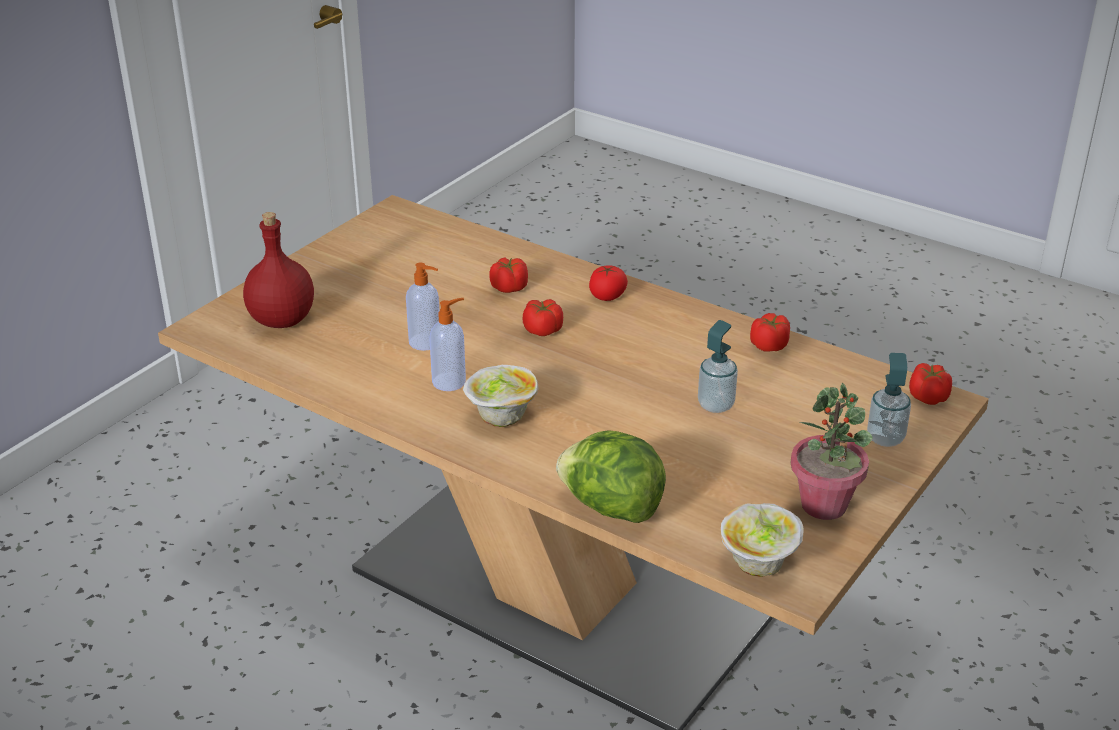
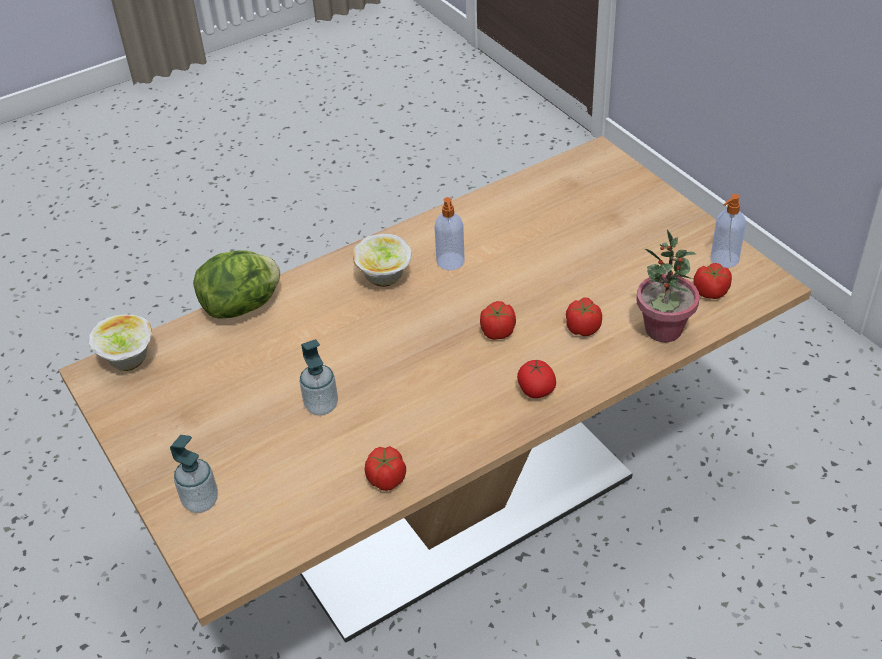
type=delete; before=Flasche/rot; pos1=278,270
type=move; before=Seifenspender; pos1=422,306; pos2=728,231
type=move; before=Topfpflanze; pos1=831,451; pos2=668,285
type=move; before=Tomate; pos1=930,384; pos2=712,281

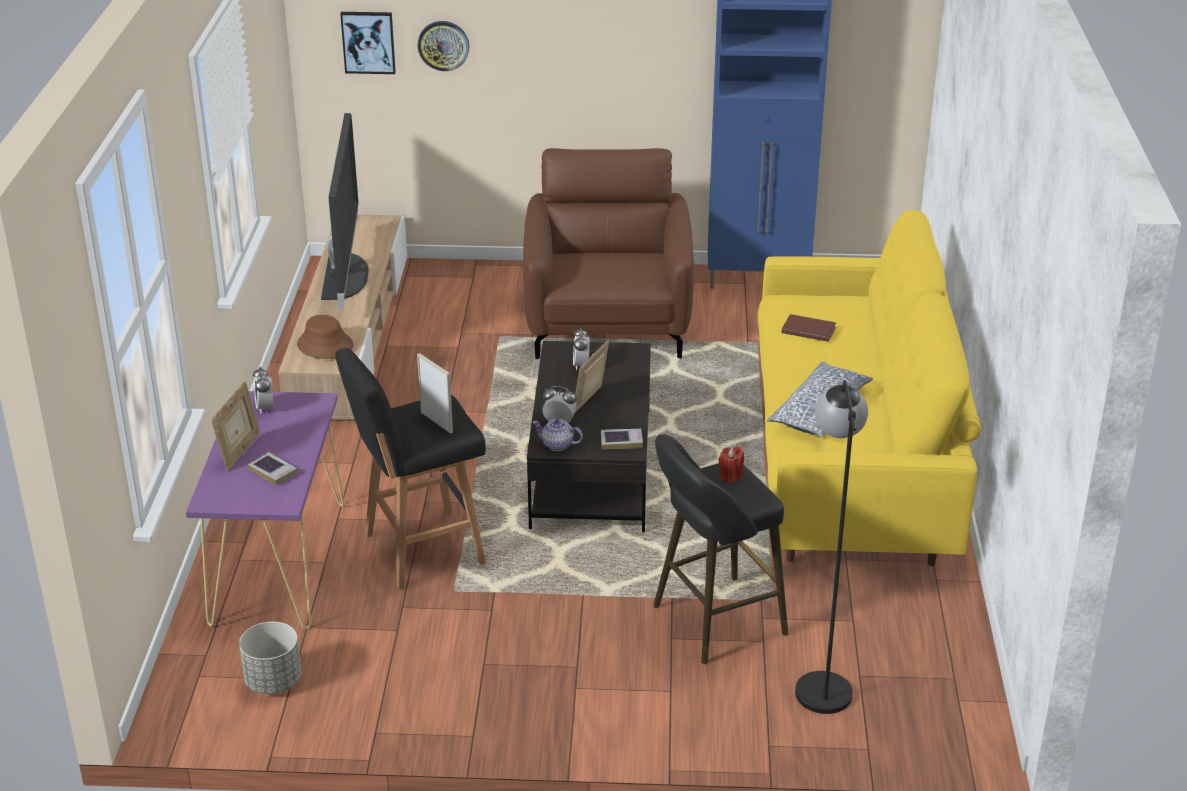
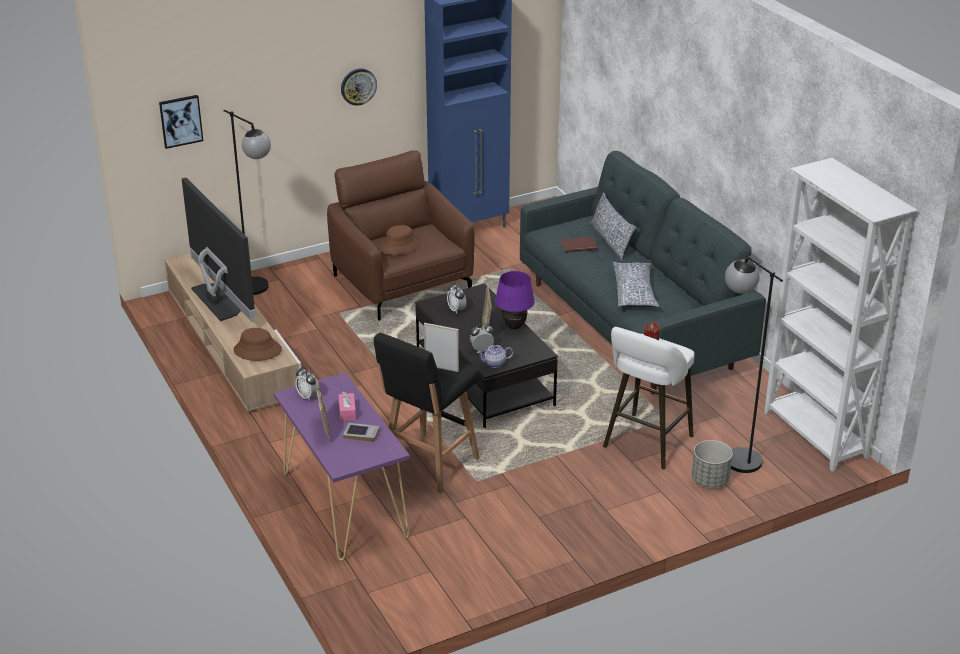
type=move; before=Pflanzkübel/grau; pos1=270,658; pos2=712,464
type=move; before=Wanduhr; pos1=443,46; pos2=359,87
type=delete; before=Buch; pos1=622,439
type=recolor; before=Hocker/schwarz; after=Hocker/weiß; pos1=721,549; pos2=649,398
type=recolor; before=Sofa/gelb; after=Sofa/grau; pos1=869,388; pos2=643,272
type=insert; after=Stehlampe/schwarz; pos2=247,202
type=insert; after=Taschentuchbox/rosa; pos2=347,406
type=insert; after=Hut/braun; pos2=399,240
type=insert; after=Tischlampe/lila; pos2=515,300
type=insert; after=Kissen; pos2=613,226
type=insert; after=Bücherregal/weiß; pos2=841,315

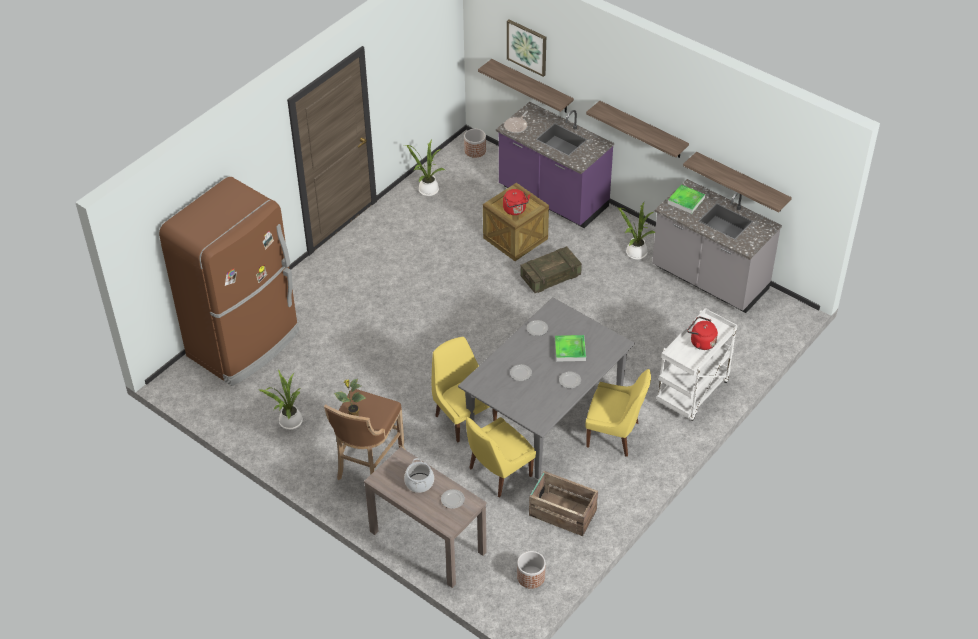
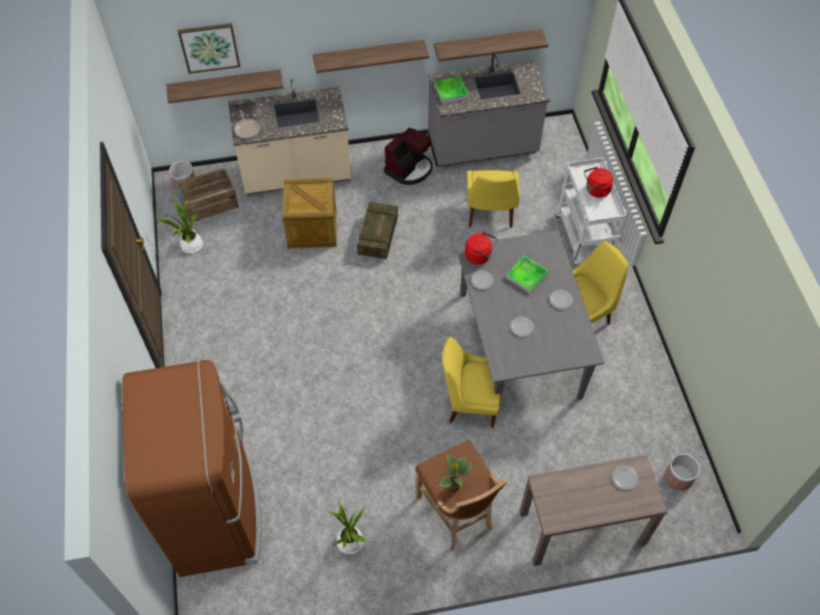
type=delete; before=Kochtopf; pos1=419,475
type=move; before=Stuhl/gelb; pos1=501,457; pos2=493,199
type=recolor; before=Küchenzeile/lila; after=Küchenzeile/beige; pos1=555,165; pos2=289,136
type=move; before=Wasserkessel/rot; pos1=516,202; pos2=481,247
type=move; before=Kiste; pos1=563,503; pos2=207,195
type=replace; before=Topfpflanze; after=Kaffeemaschine; pos1=636,231; pos2=408,156

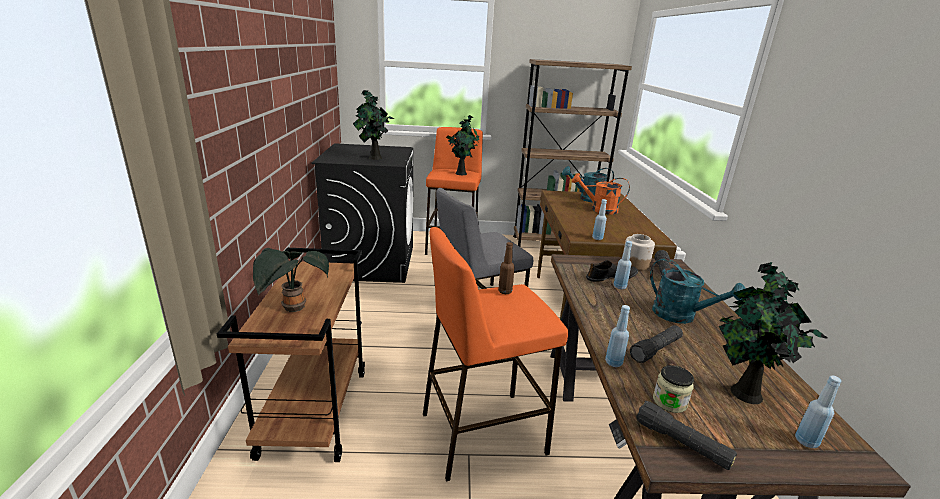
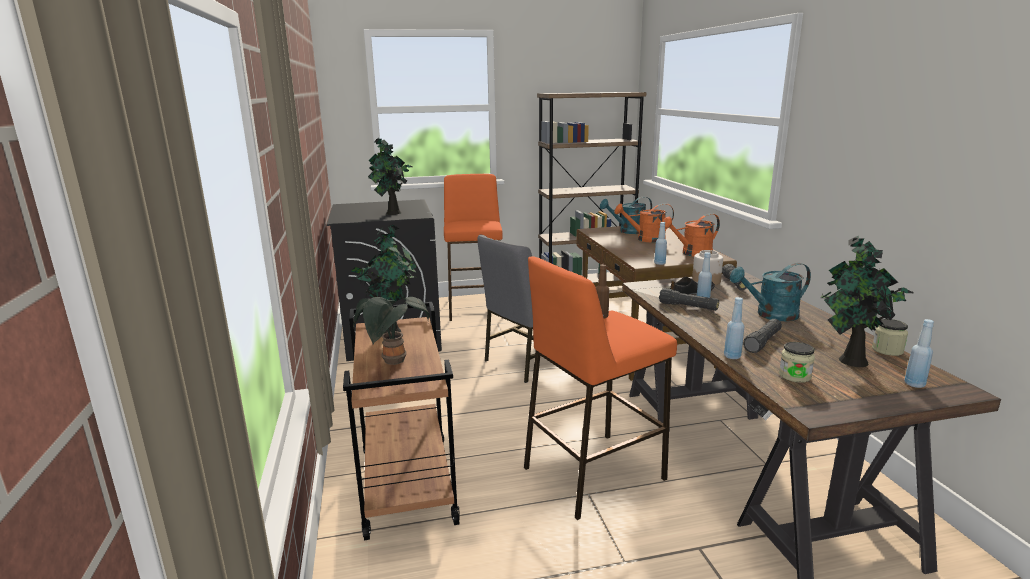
type=move; before=Topfpflanze; pos1=462,145; pos2=384,279
type=move; before=Taschenlampe/schwarz; pos1=686,435; pos2=689,299
type=rotate; before=Gießkanne/türkis; pos1=698,291; pos2=770,292; turn=135
type=insert; after=Gießkanne/orange; pos2=691,235
type=insert; after=Vorratsglas; pos2=890,337

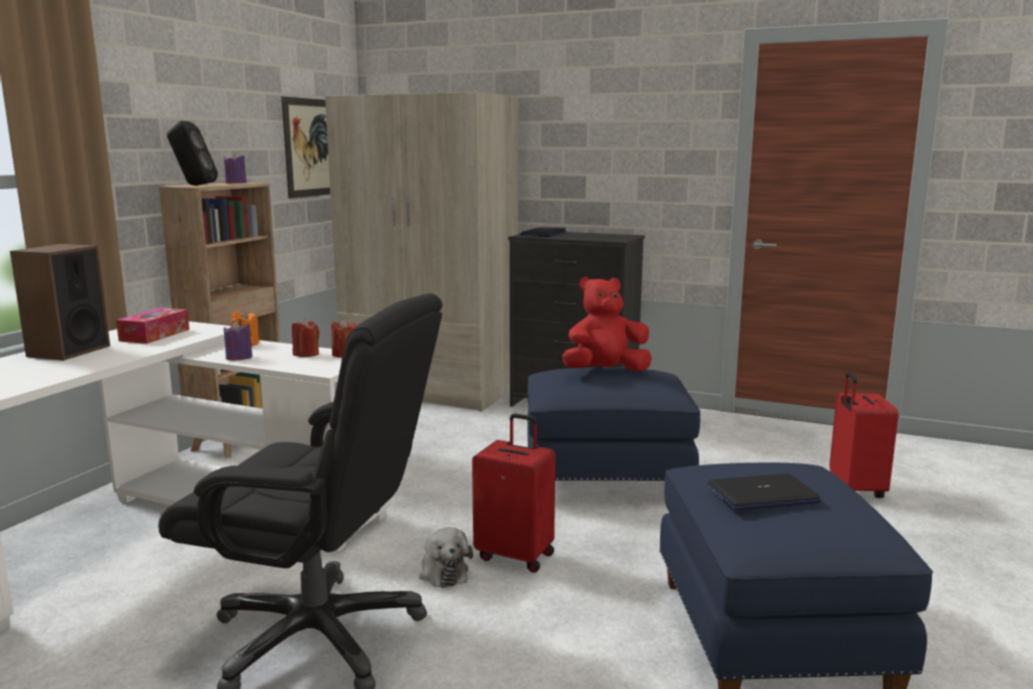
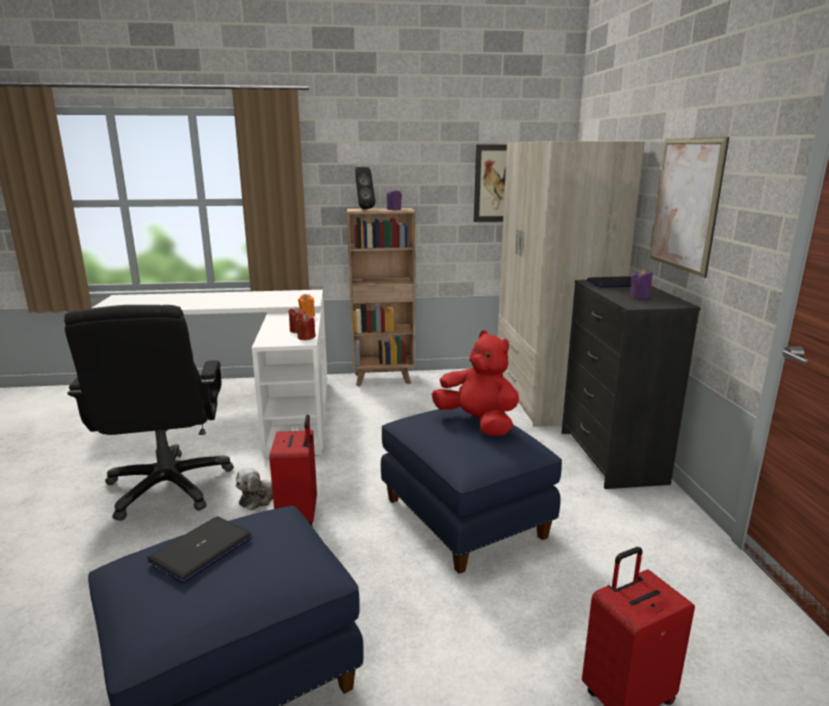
type=delete; before=Lautsprecher; pos1=60,302
type=delete; before=Taschentuchbox; pos1=152,326
type=move; before=Kerze/lila; pos1=238,340; pos2=641,284
type=rotate; before=Laptop; pos1=764,491; pos2=200,549; turn=-105
type=insert; after=Bild; pos2=689,207

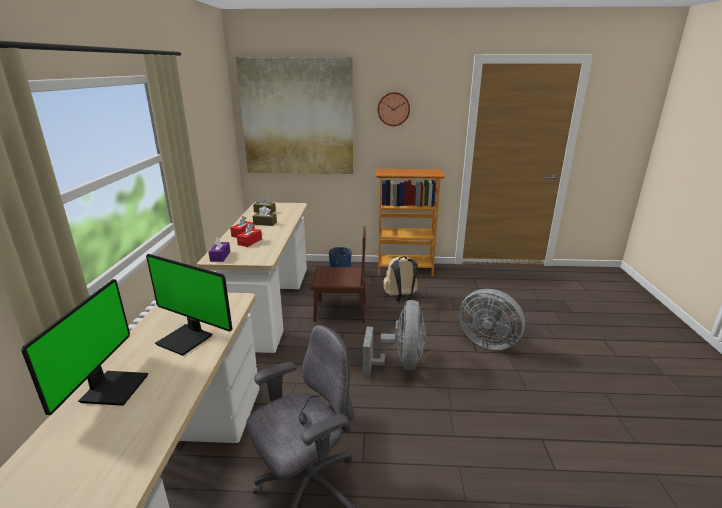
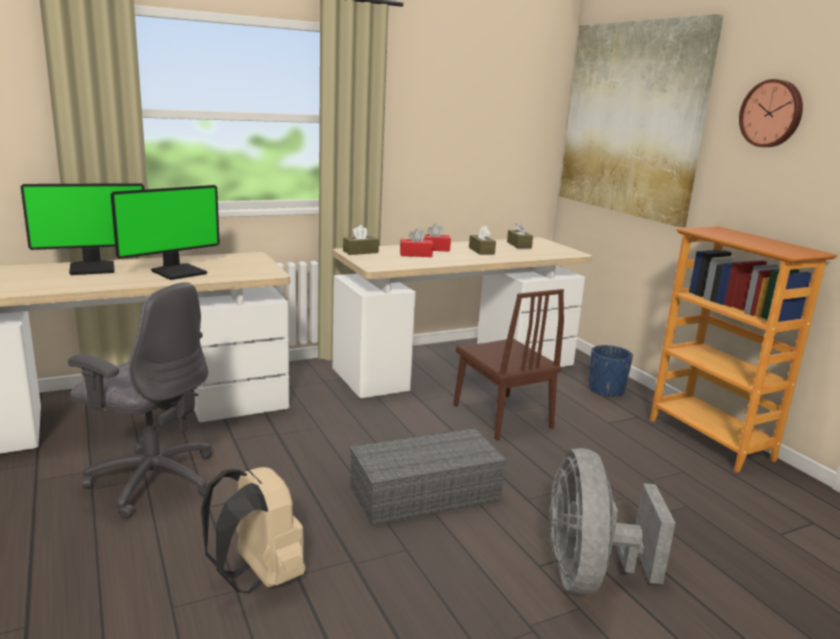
type=rotate; before=Monitor; pos1=189,305; pos2=165,232; turn=-135
type=recolor; before=Taschentuchbox/lila; after=Taschentuchbox/braun; pos1=219,249; pos2=361,240
type=replace; before=Ventilator/grau; after=Aufbewahrungsbox/grau; pos1=394,339; pos2=428,477
type=move; before=Rucksack/beige; pos1=400,279; pos2=253,530

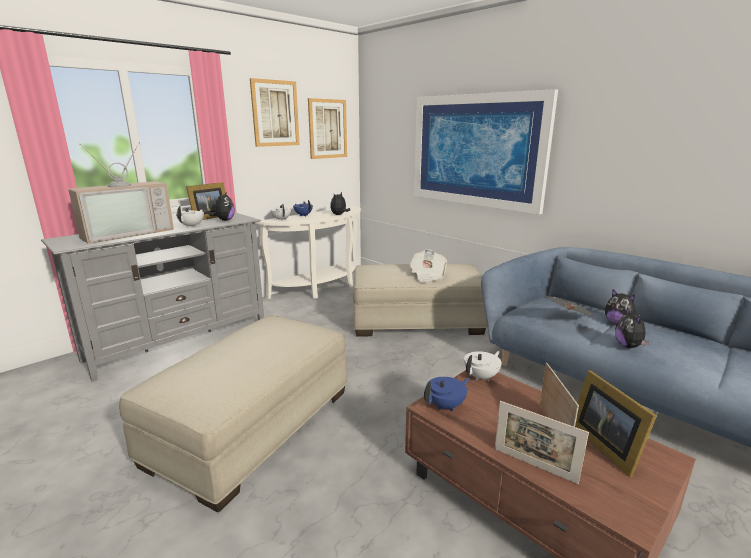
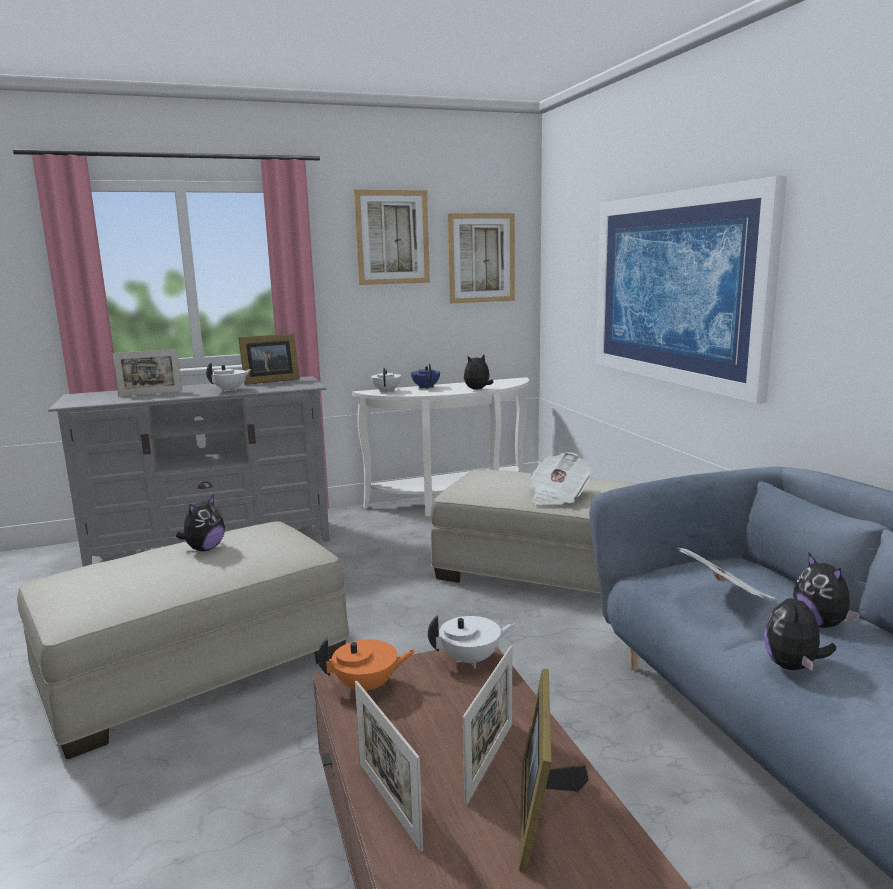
type=replace; before=Fernseher; after=Bilderrahmen; pos1=121,193; pos2=147,372
type=move; before=Plüschtier; pos1=221,206; pos2=200,522
type=recolor; before=Teekanne/blau; after=Teekanne/orange; pos1=447,394; pos2=367,665

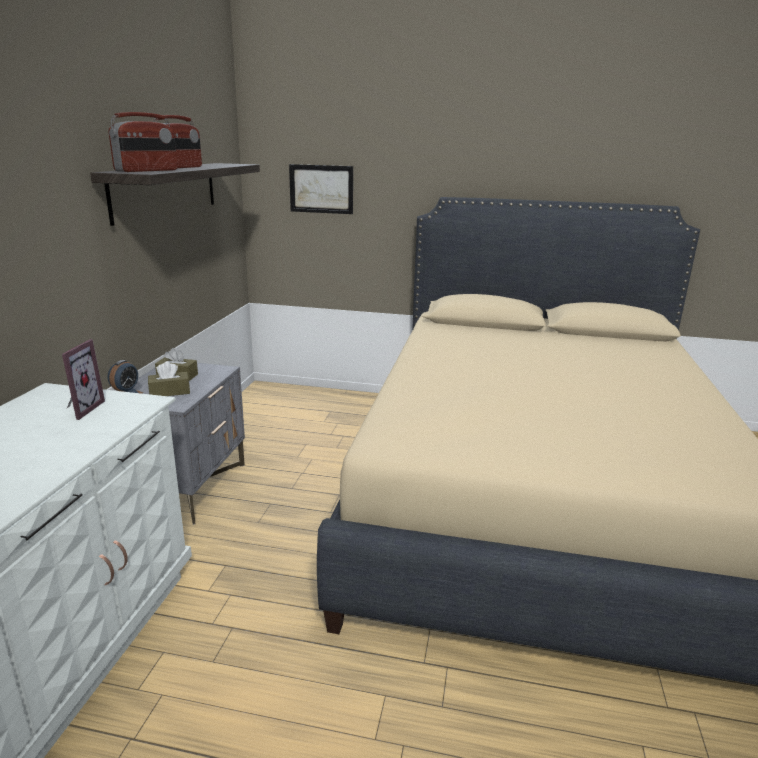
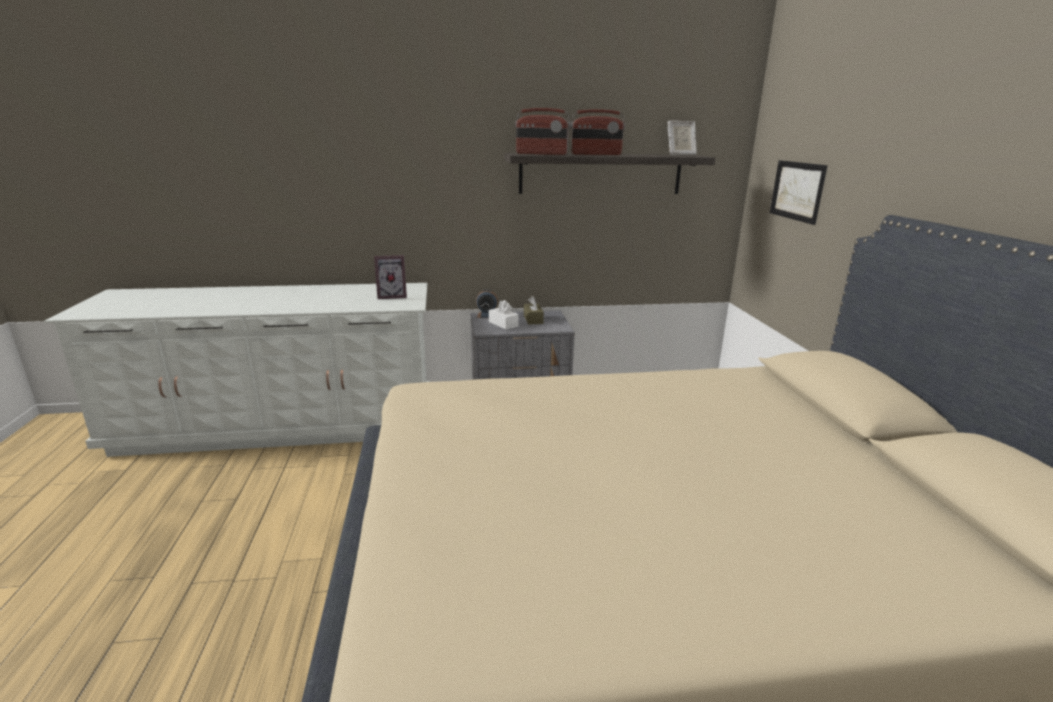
type=recolor; before=Taschentuchbox/braun; after=Taschentuchbox/weiß; pos1=169,378; pos2=504,315
type=insert; after=Bilderrahmen; pos2=682,138

